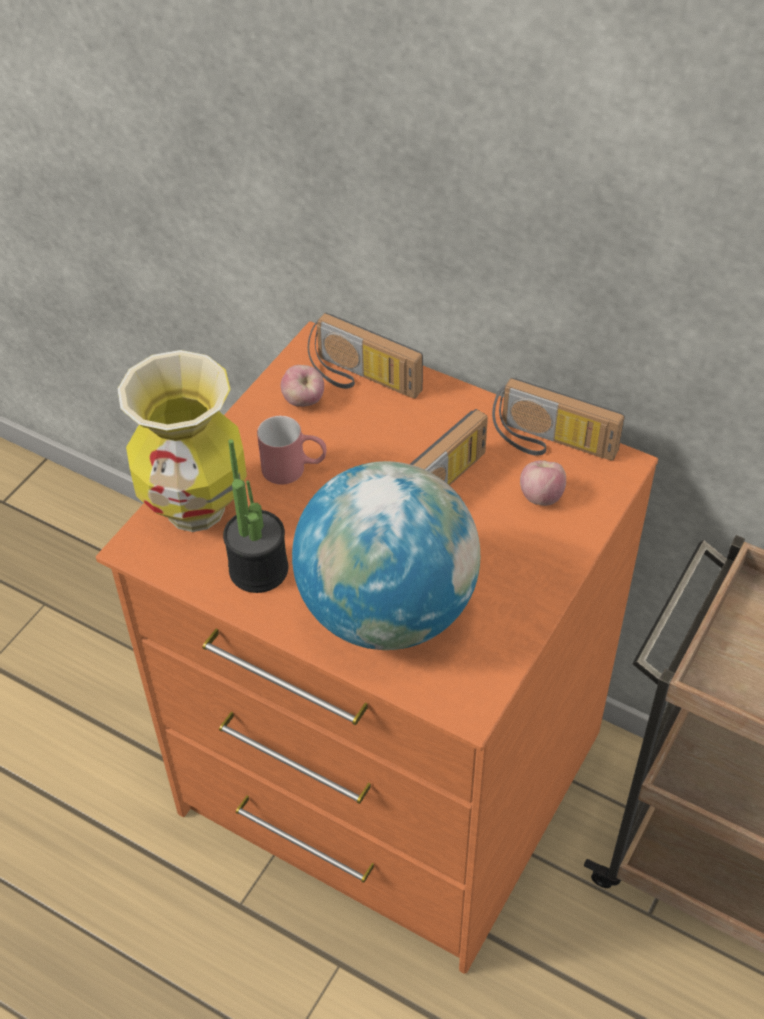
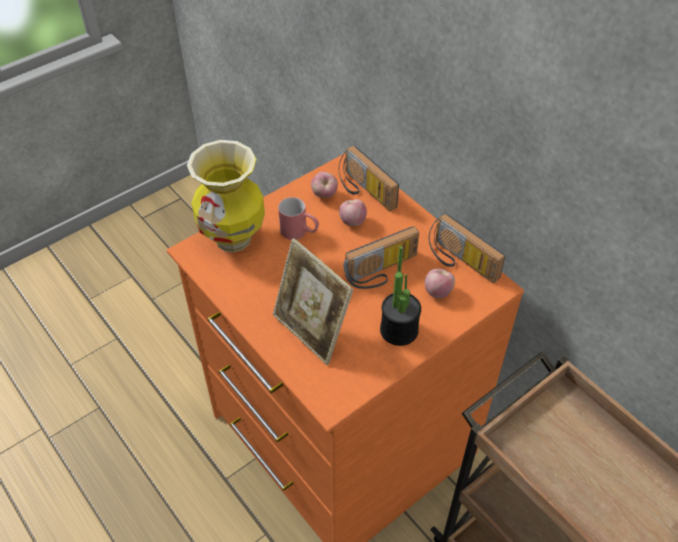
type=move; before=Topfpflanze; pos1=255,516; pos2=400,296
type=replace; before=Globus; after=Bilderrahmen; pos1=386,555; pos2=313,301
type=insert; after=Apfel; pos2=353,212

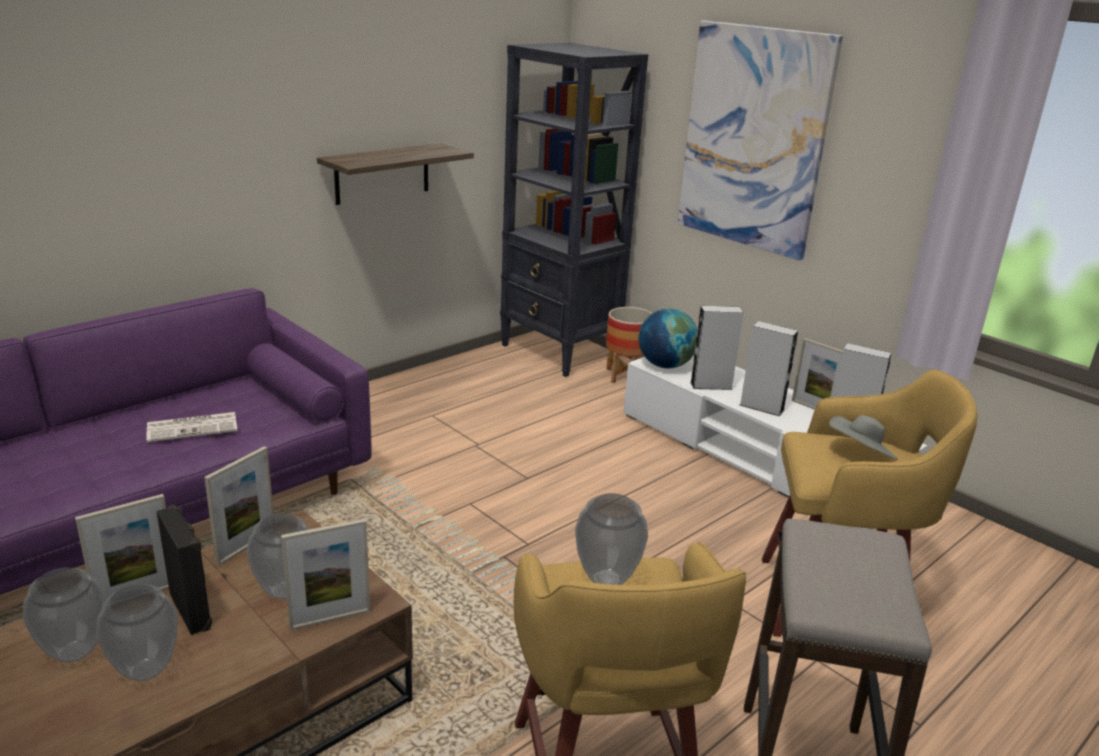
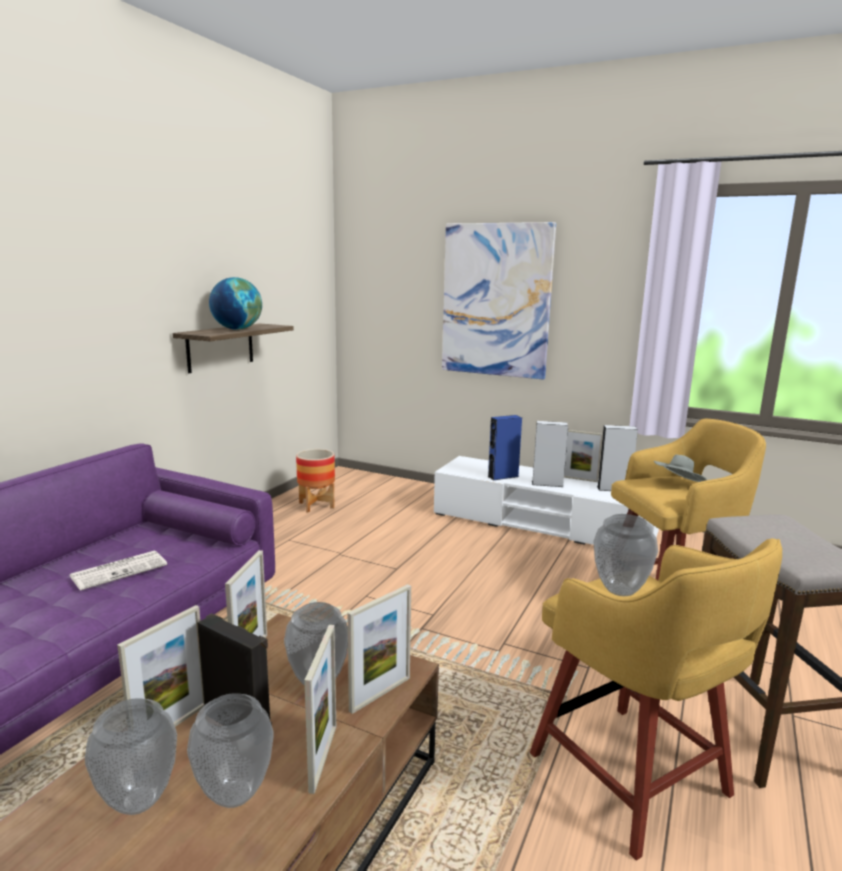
type=delete; before=Bücherregal/schwarz; pos1=574,210
type=move; before=Pflanzkübel; pos1=629,345; pos2=315,481
type=move; before=Globus; pos1=668,338; pos2=235,303
type=recolor; before=Lautsprecher/grau; after=Lautsprecher/blau; pos1=717,348; pos2=505,447
type=insert; after=Bilderrahmen; pos2=320,709

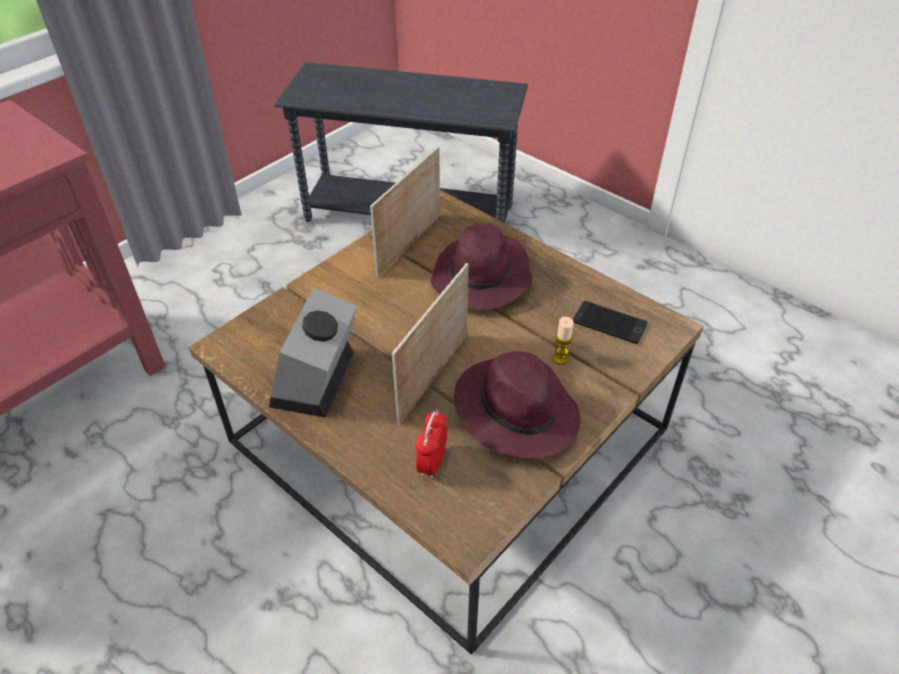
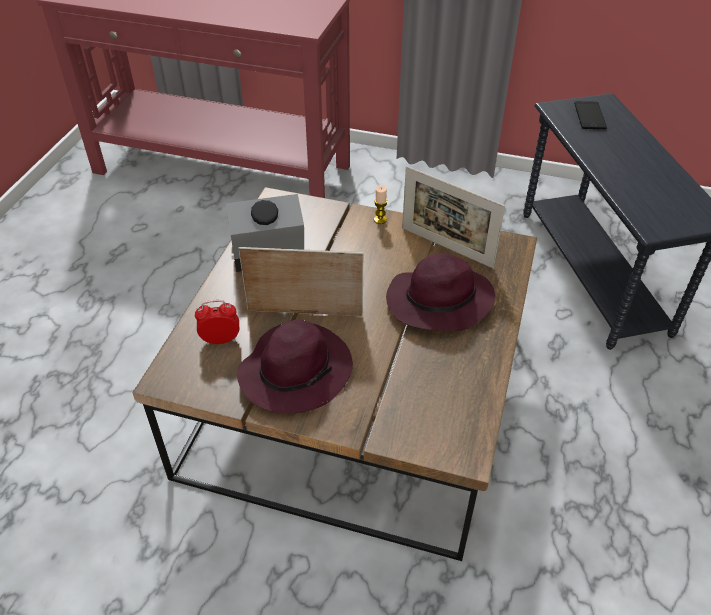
type=rotate; before=Bilderrahmen; pos1=405,211; pos2=453,217; turn=-150
type=move; before=Kerze; pos1=563,341; pos2=381,204
type=move; before=Handy; pos1=610,322; pos2=590,115

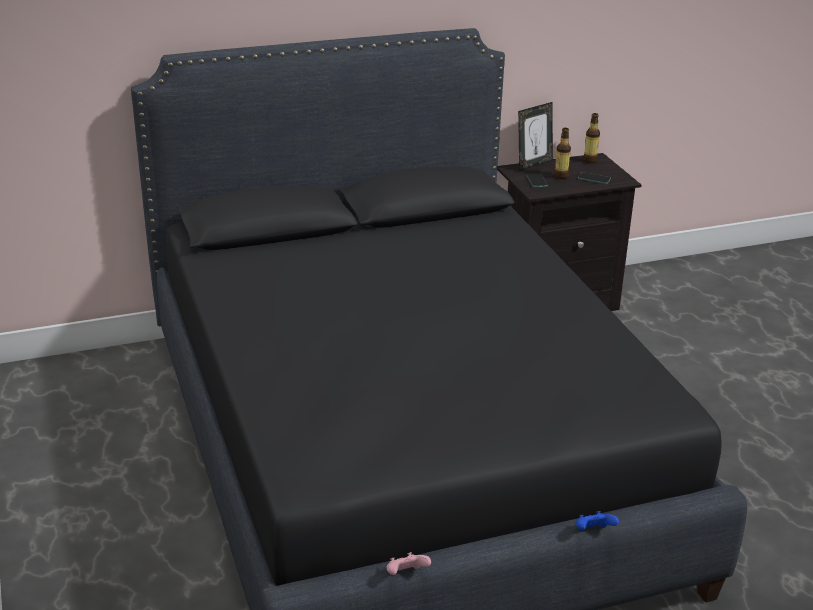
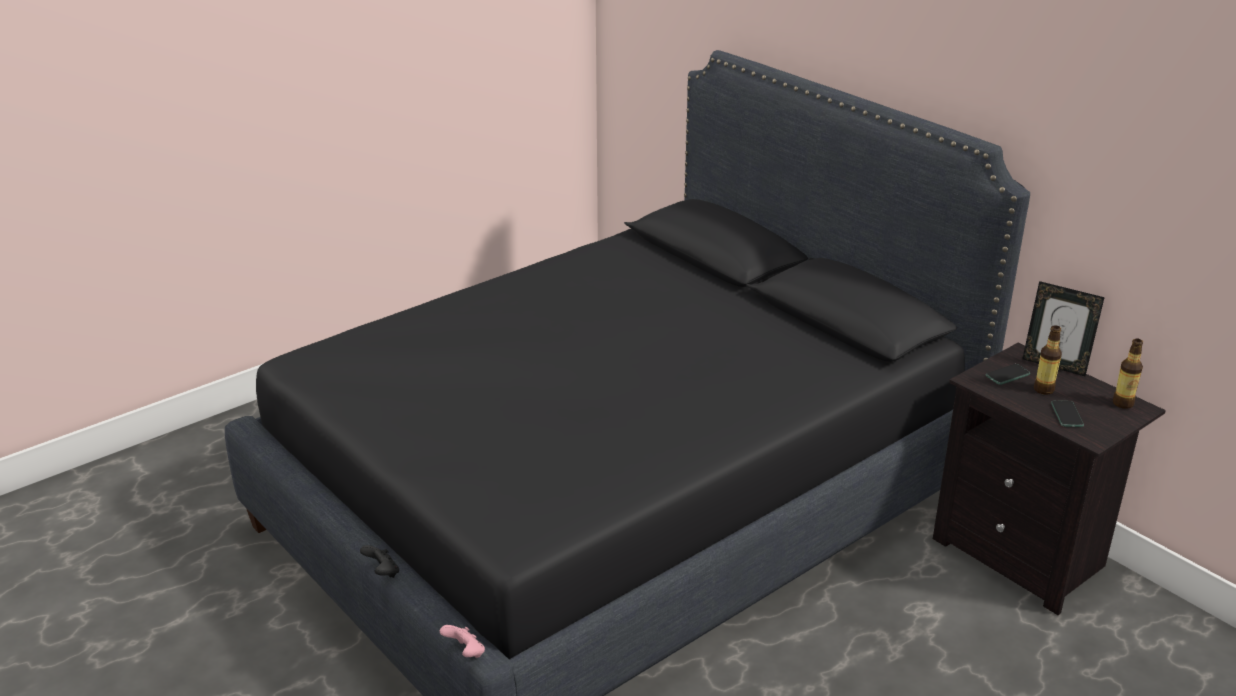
type=move; before=Gamepad/rosa; pos1=409,563; pos2=462,641
type=recolor; before=Gamepad/blau; after=Gamepad/schwarz; pos1=597,521; pos2=379,561

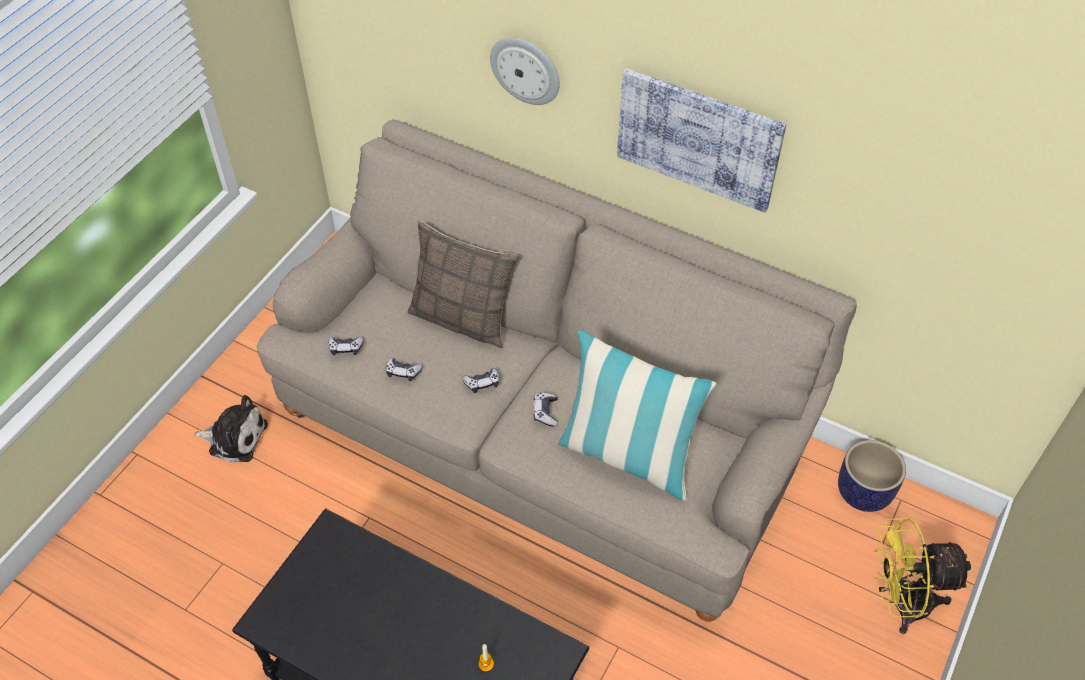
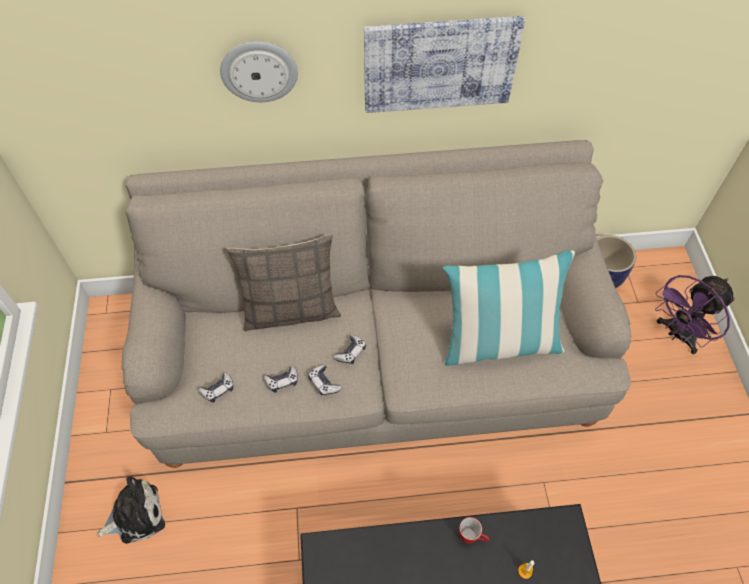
type=move; before=Gamepad; pos1=546,410; pos2=325,380
type=recolor; before=Ventilator/gelb; after=Ventilator/lila; pos1=922,576; pos2=695,314
type=insert; after=Henkelbecher; pos2=474,530

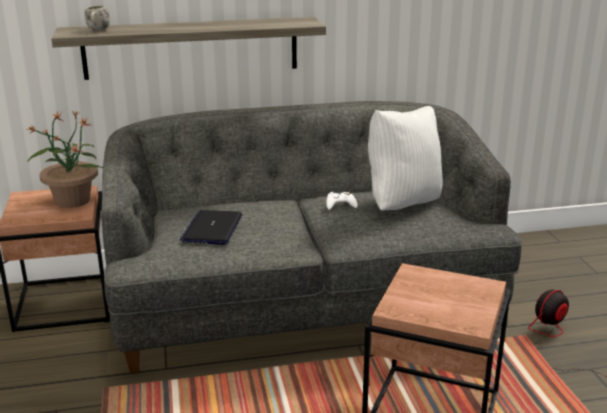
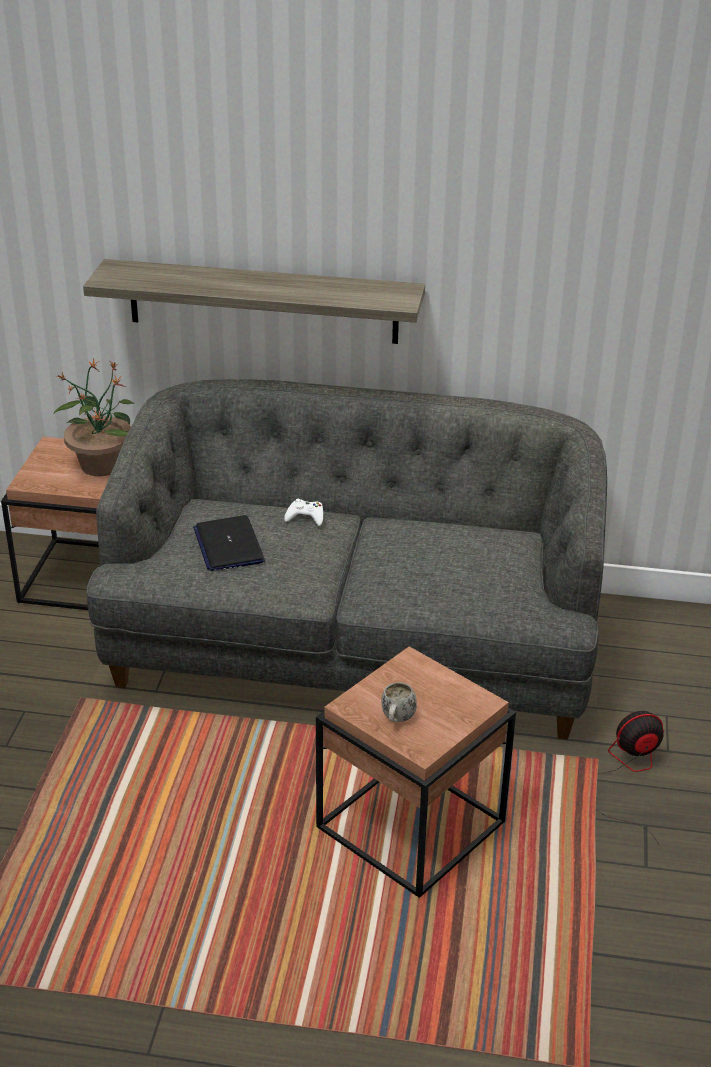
type=move; before=Henkelbecher/weiß; pos1=97,18; pos2=399,702
type=rotate; before=Laptop; pos1=211,227; pos2=229,543; turn=-45
type=move; before=Gamepad/weiß; pos1=342,201; pos2=303,512
type=delete; before=Kissen/weiß; pos1=405,158

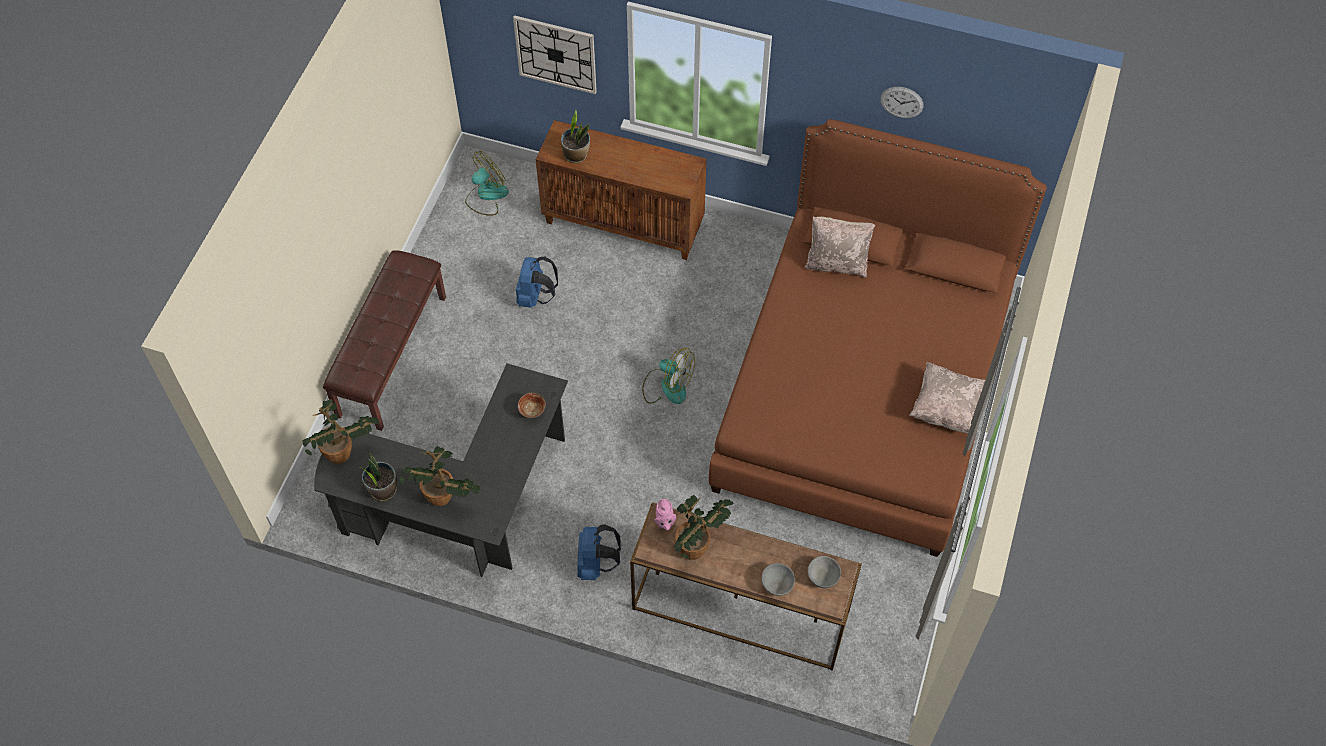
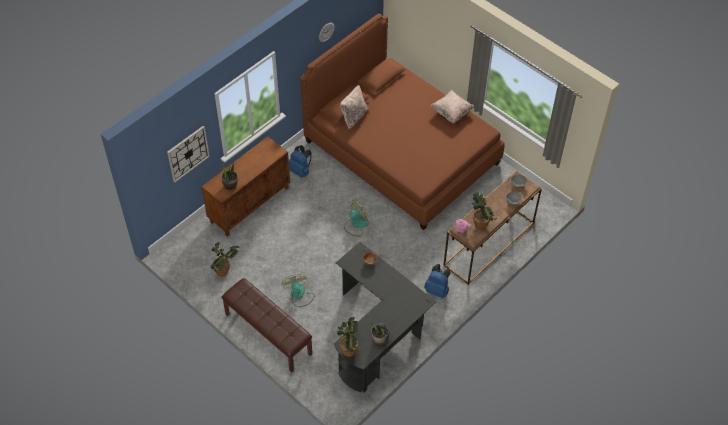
type=move; before=Topfpflanze; pos1=440,476; pos2=224,259
type=move; before=Ventilator; pos1=487,183; pos2=298,290
type=move; before=Rucksack/blau; pos1=537,282; pos2=300,161

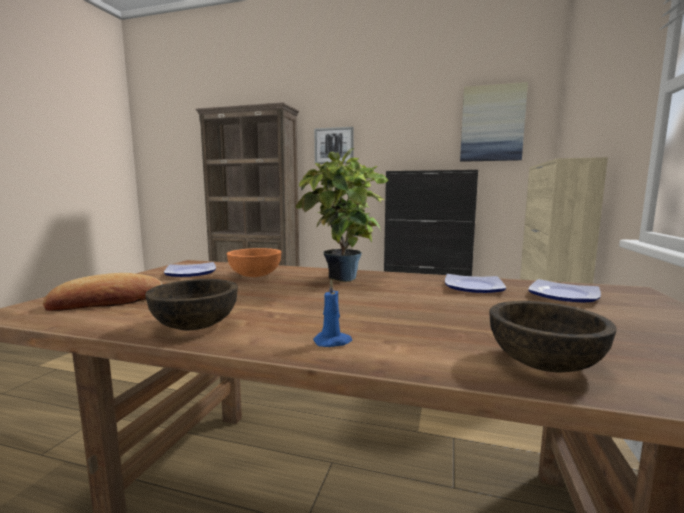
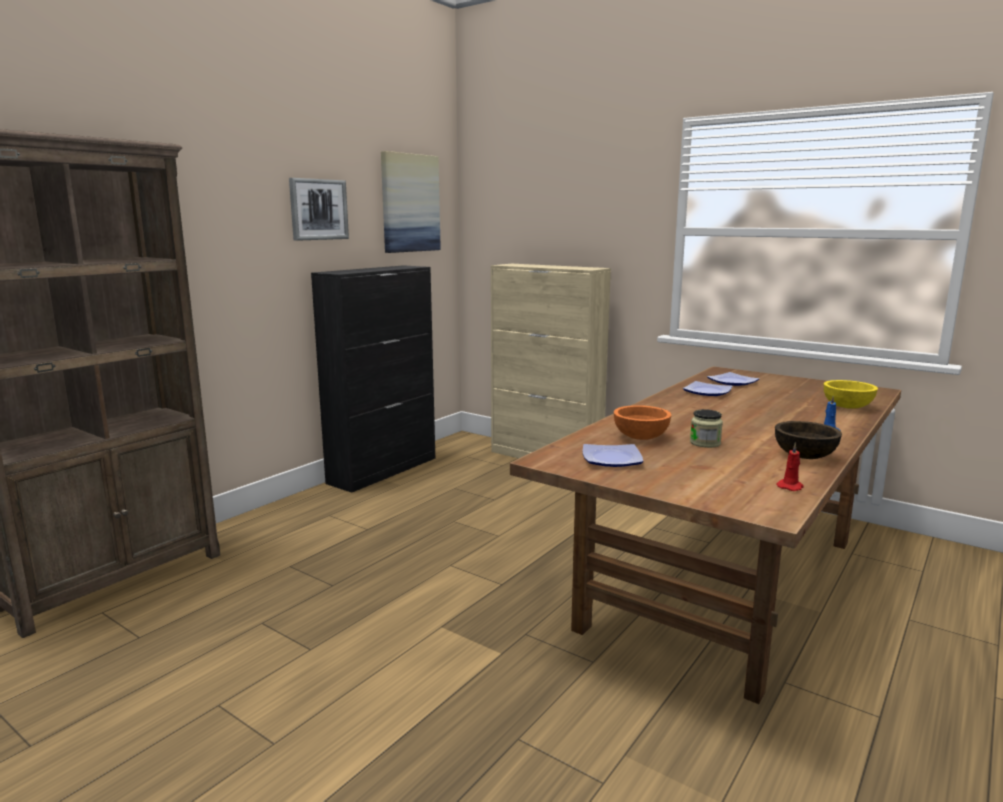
type=delete; before=Brot; pos1=102,292
type=delete; before=Topfpflanze; pos1=341,215
type=move; before=Bild; pos1=334,145; pos2=319,209
type=recolor; before=Schüssel/braun; after=Schüssel/gelb; pos1=553,337; pos2=851,394
type=insert; after=Vorratsglas; pos2=706,428
type=insert; after=Kerze/rot; pos2=790,466

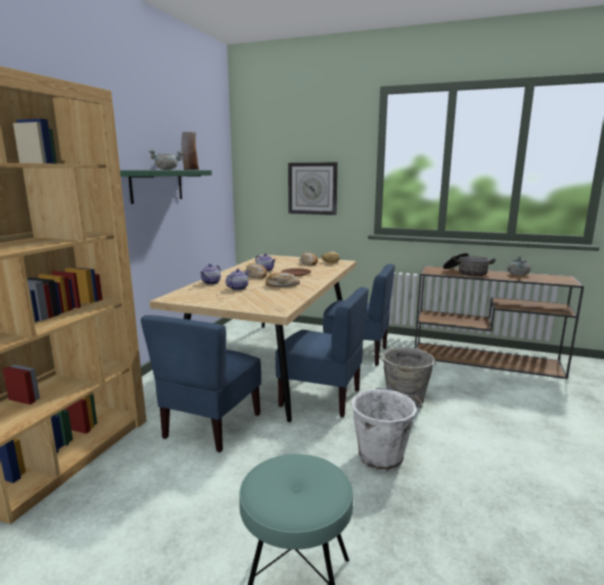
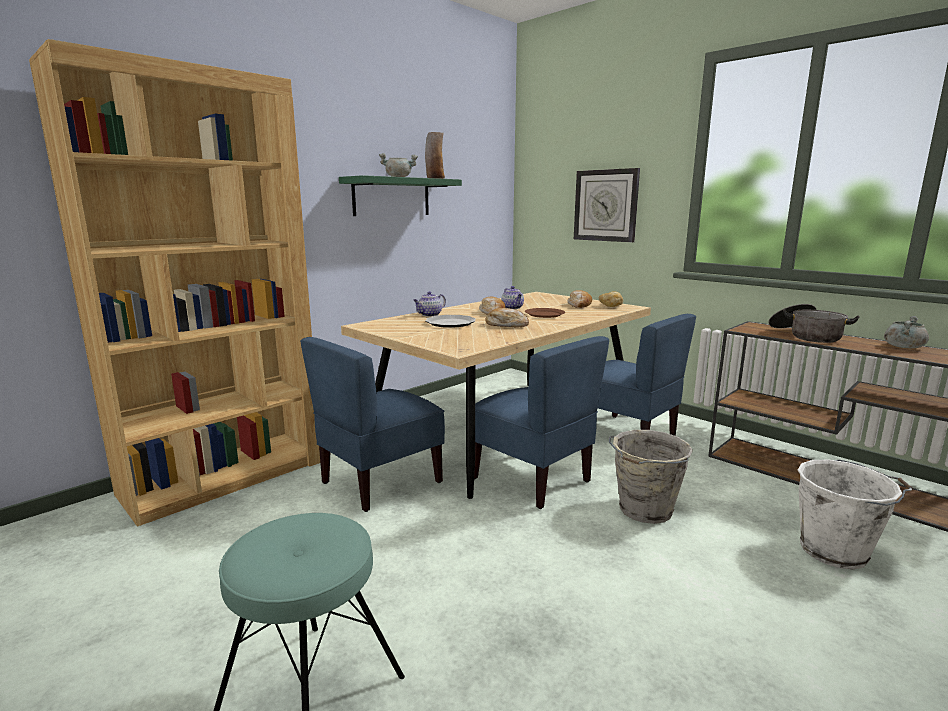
type=replace; before=Teekanne; after=Teller; pos1=237,279; pos2=450,321
type=move; before=Eimer/weiß; pos1=386,430; pos2=855,514

